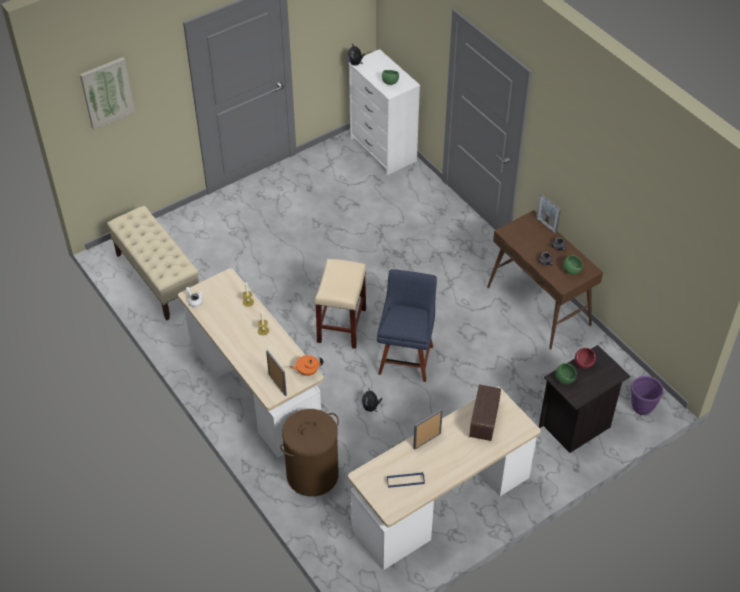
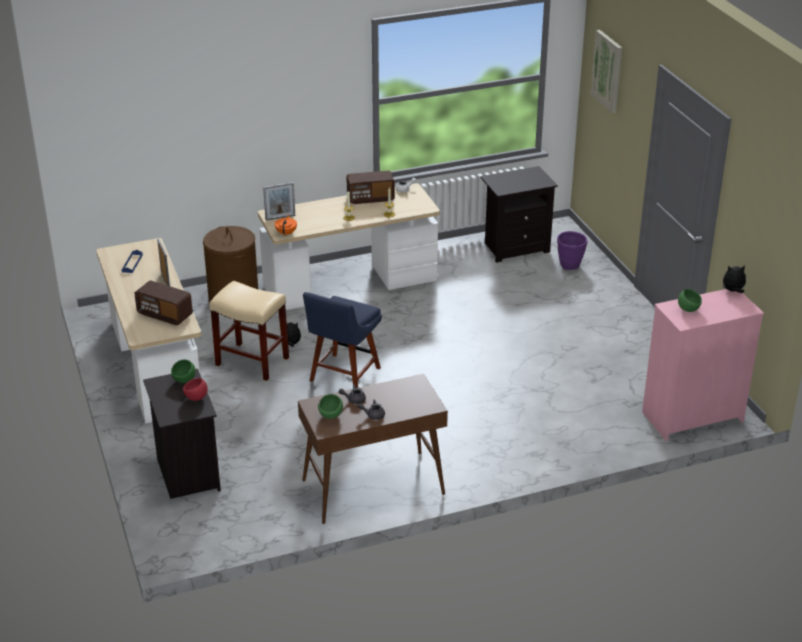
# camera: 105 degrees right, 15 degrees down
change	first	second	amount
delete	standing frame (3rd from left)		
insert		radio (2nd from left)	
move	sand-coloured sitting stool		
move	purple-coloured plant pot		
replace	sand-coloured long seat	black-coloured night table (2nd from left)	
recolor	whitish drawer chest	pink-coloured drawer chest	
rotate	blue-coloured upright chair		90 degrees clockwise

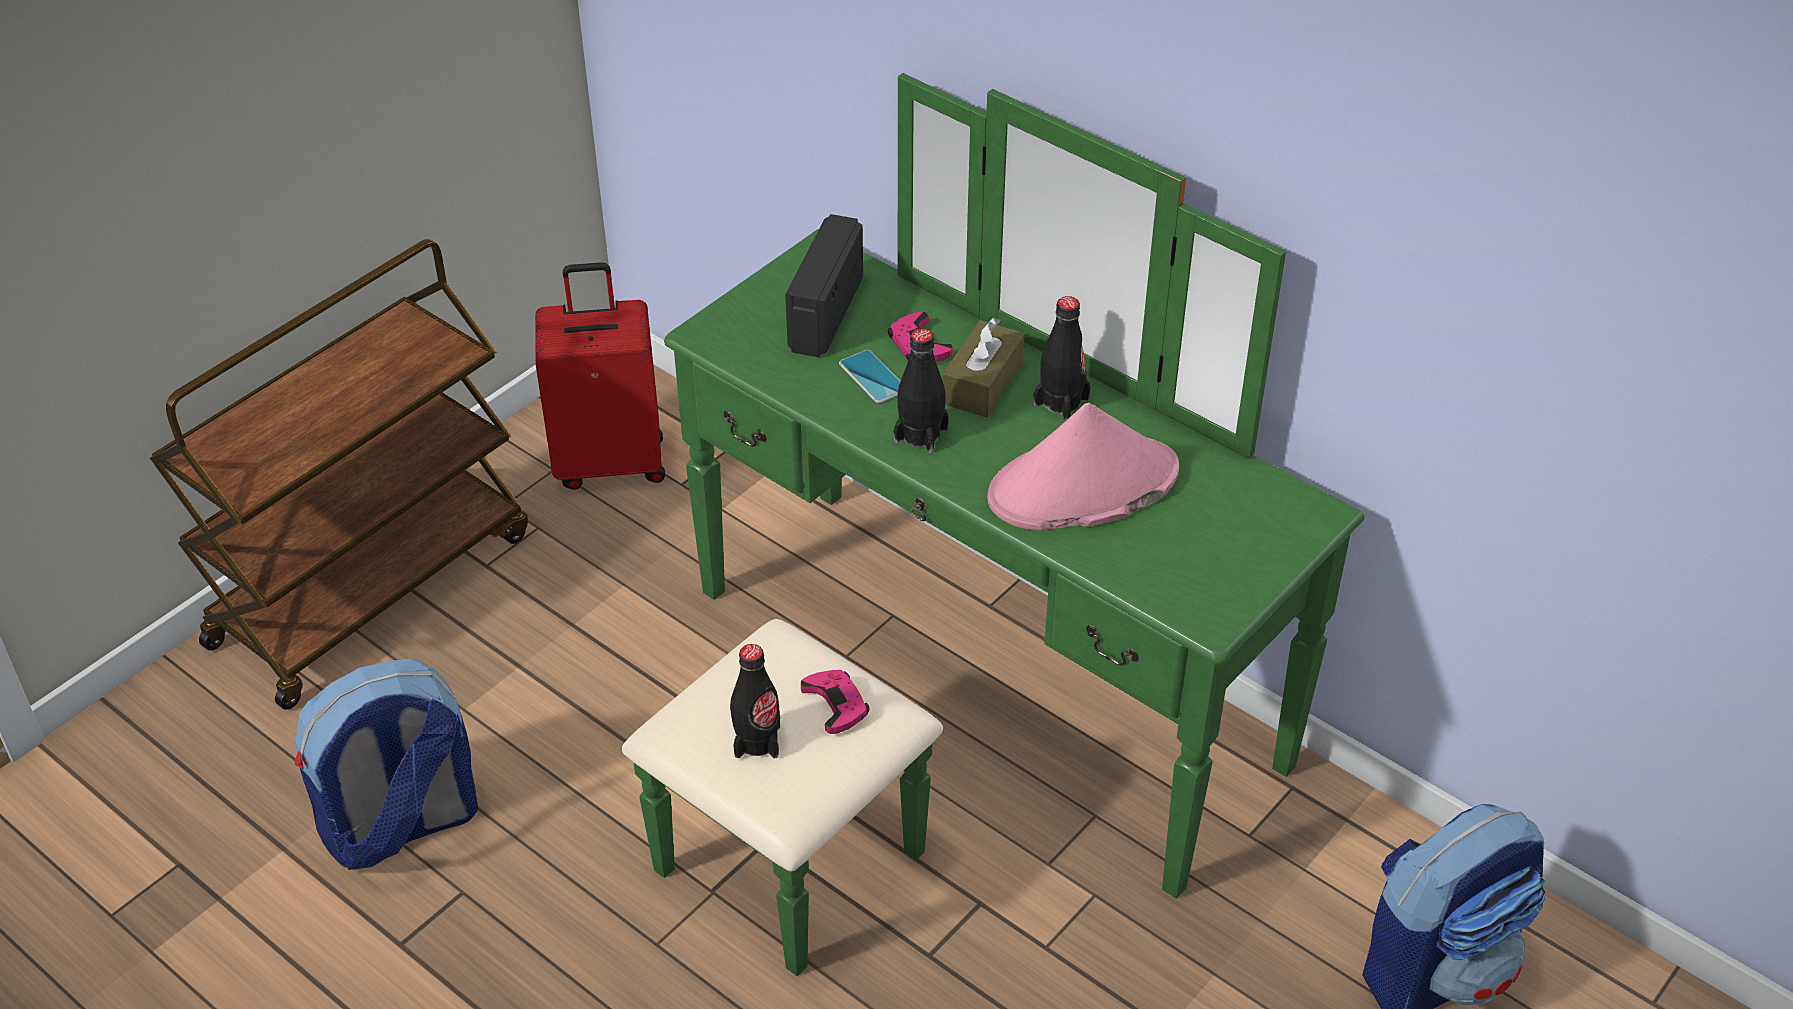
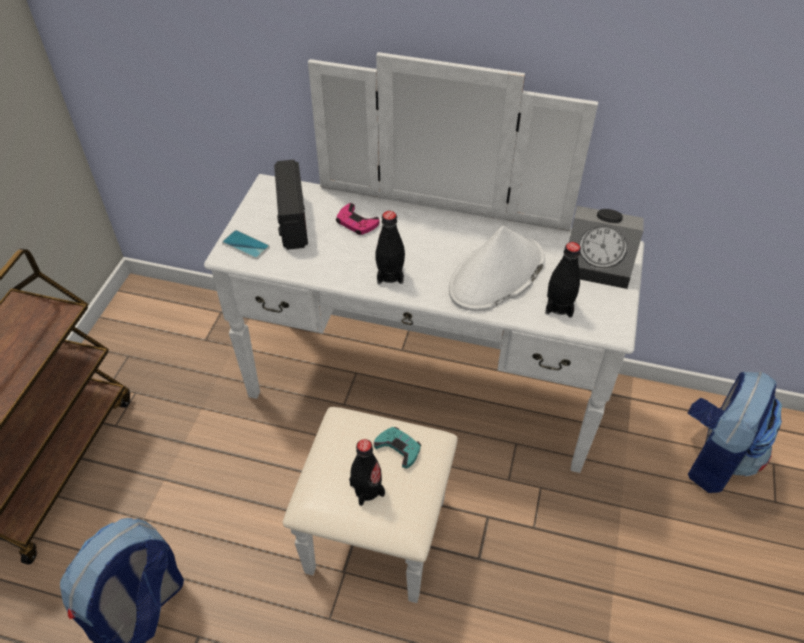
# camera: 25 degrees left, 5 degrees up
change	first	second	amount
delete	reddish piece of luggage		
delete	brown-coloured box of tissues		
insert		table clock	
move	handset		
move	black-coloured beverage bottle (3rd from left)		
recolor	green drawer chest	whitish drawer chest	
recolor	pink-coloured game controller (1st from left)	blue-green game controller	
recolor	pink-coloured clothing hat	whitish clothing hat	

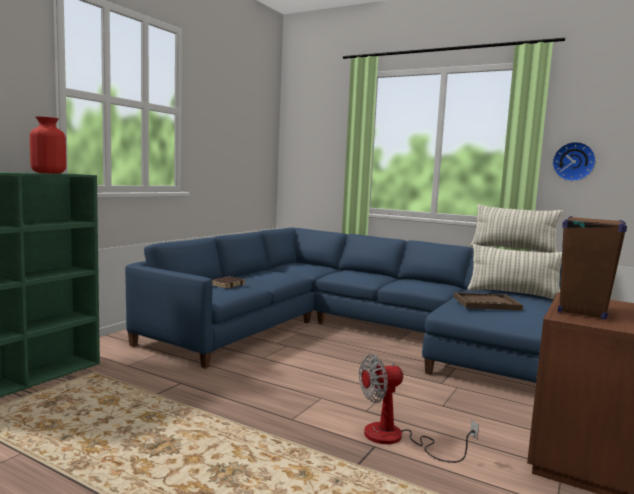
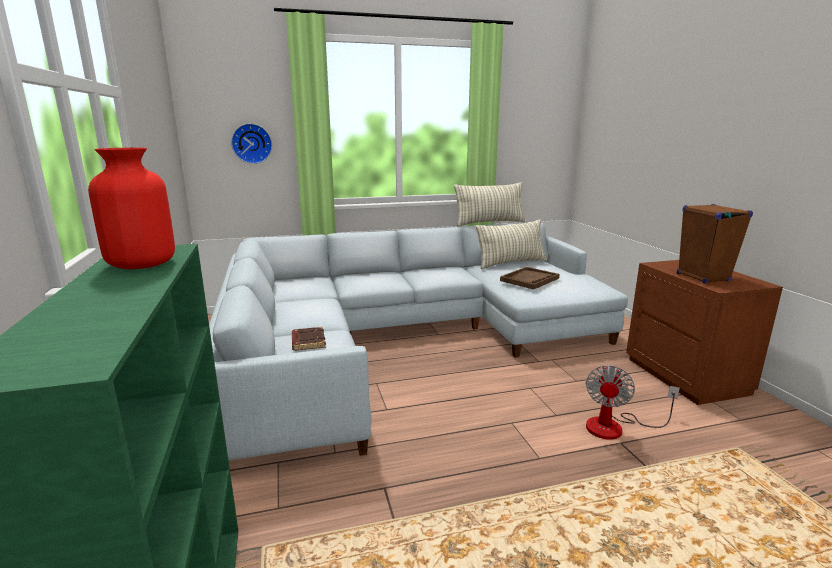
# camera: 45 degrees left, 10 degrees up
change	first	second	amount
move	wall clock		
recolor	blue-coloured sofa	greyish sofa	

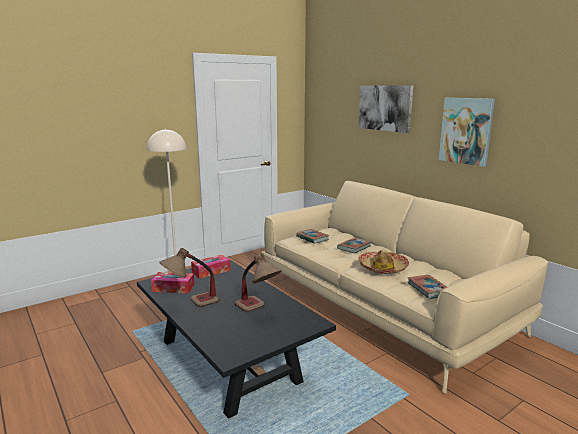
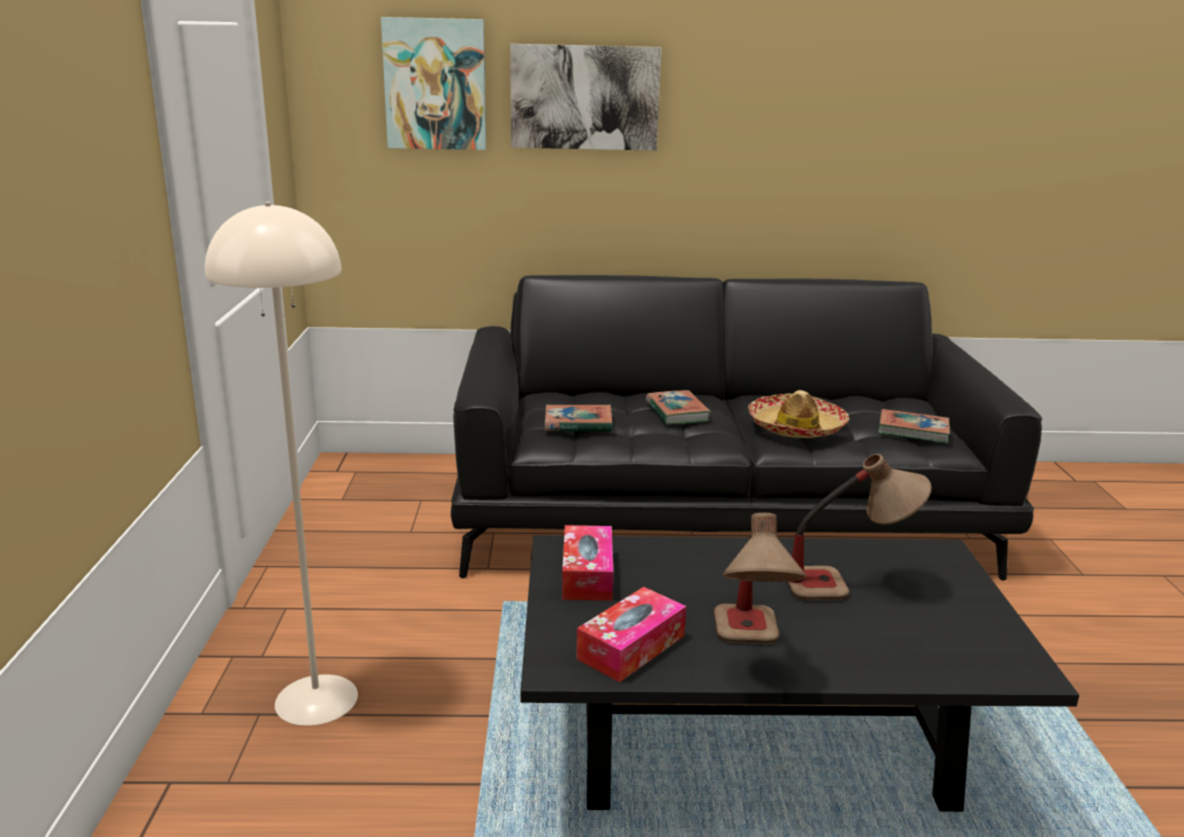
# camera: 55 degrees left, 5 degrees up
change	first	second	amount
move	wall picture (2nd from left in the first image)	wall picture (1st from left)	
recolor	sand-coloured sofa	black-coloured sofa	

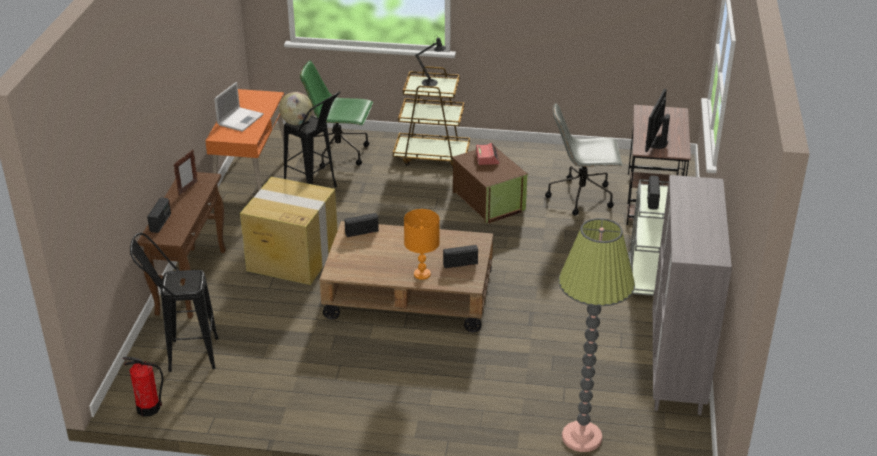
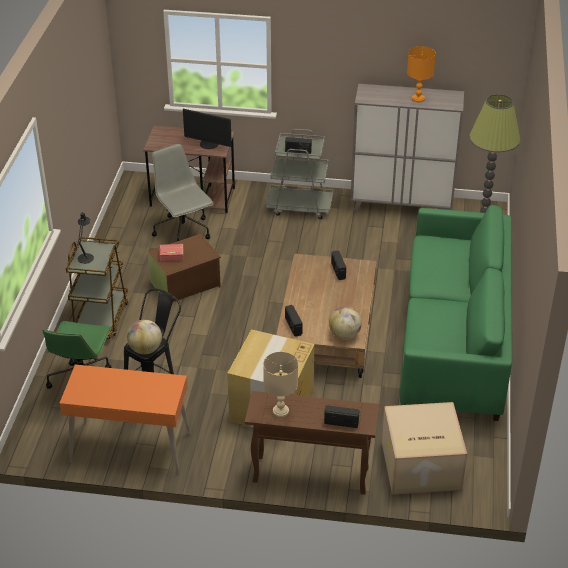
# camera: 90 degrees left, 5 degrees up
change	first	second	amount
delete	extinguisher		
delete	notebook computer		
insert		world globe (2nd from left)	
insert		green sofa	
move	orangey table lamp		
replace	black-coloured sitting stool (1st from left)	carton (2nd from left)	
replace	standing frame	sand-coloured table lamp	
rotate	greyish office chair		150 degrees clockwise

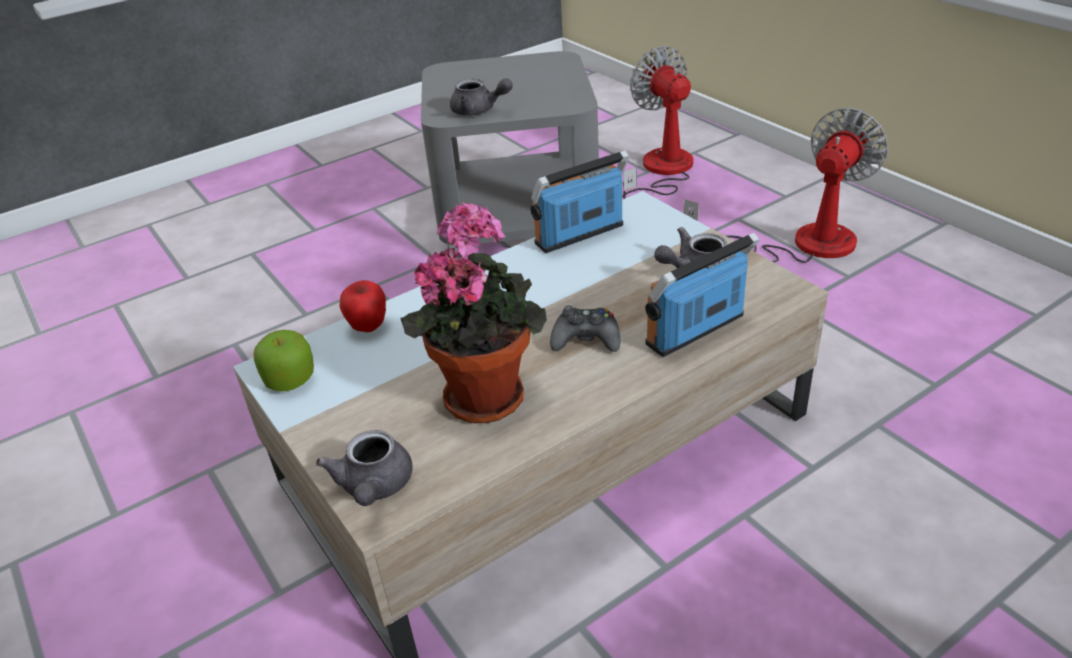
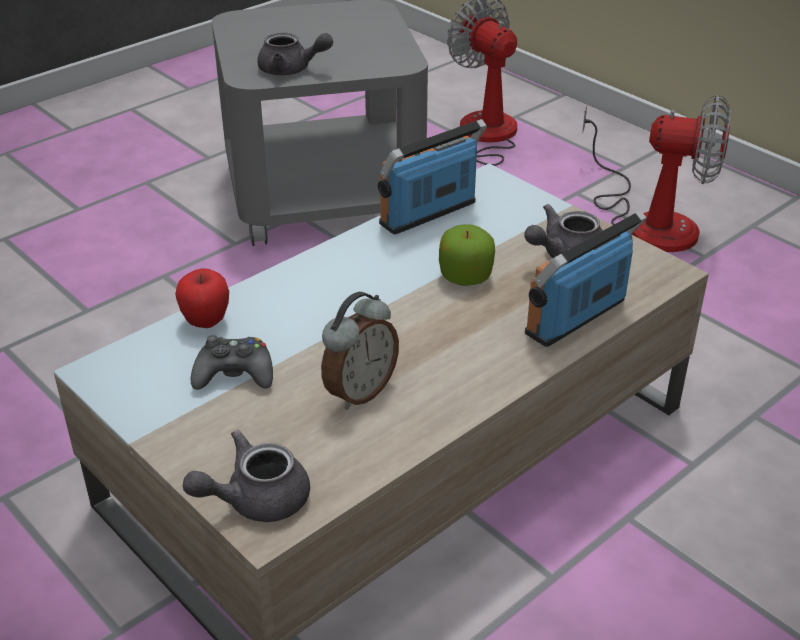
# camera: 10 degrees left, 0 degrees up
change	first	second	amount
move	apple (1st from left in the first image)	apple (2nd from left)	
move	black-coloured game controller		
replace	houseplant	table clock	
rotate	greyish pot for tea (1st from left)		75 degrees clockwise
rotate	cooling fan (2nd from left)		75 degrees clockwise

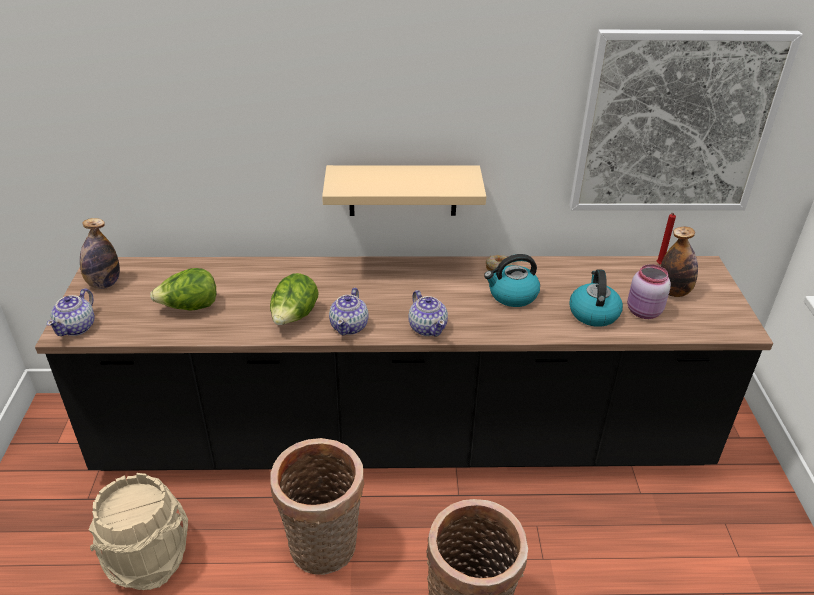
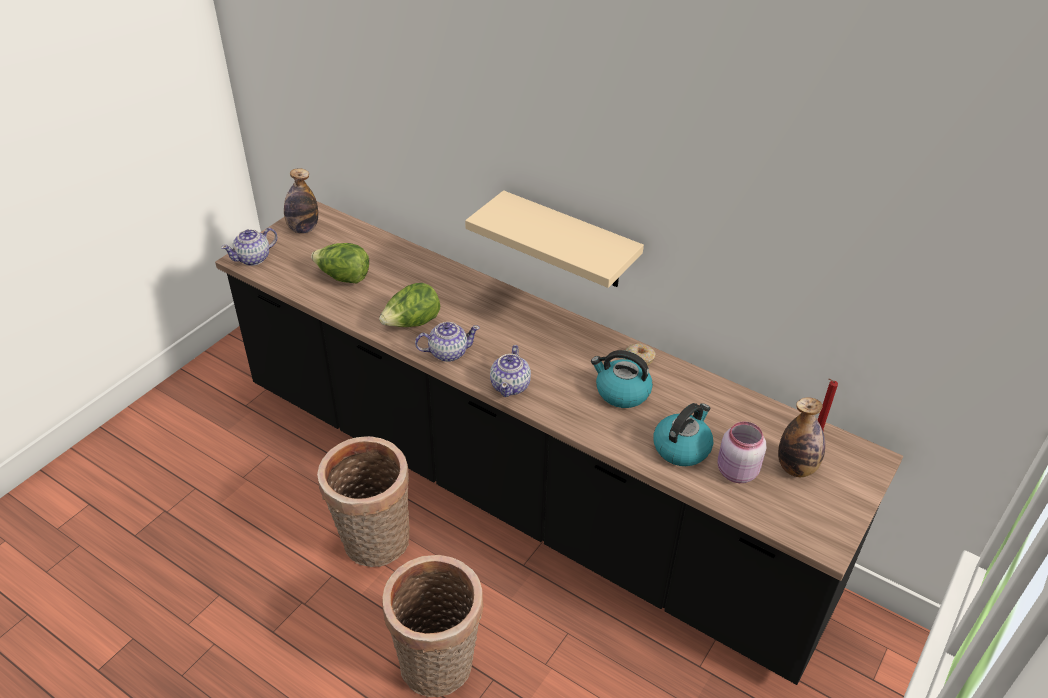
# camera: 35 degrees right, 5 degrees up
change	first	second	amount
delete	sand-coloured water bucket		
delete	wall picture		
rotate	pot for tea (2nd from left)		150 degrees counterclockwise

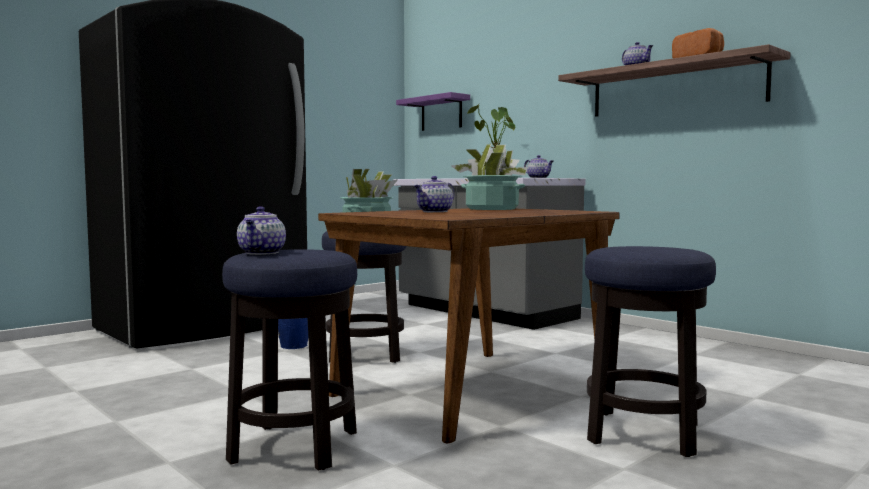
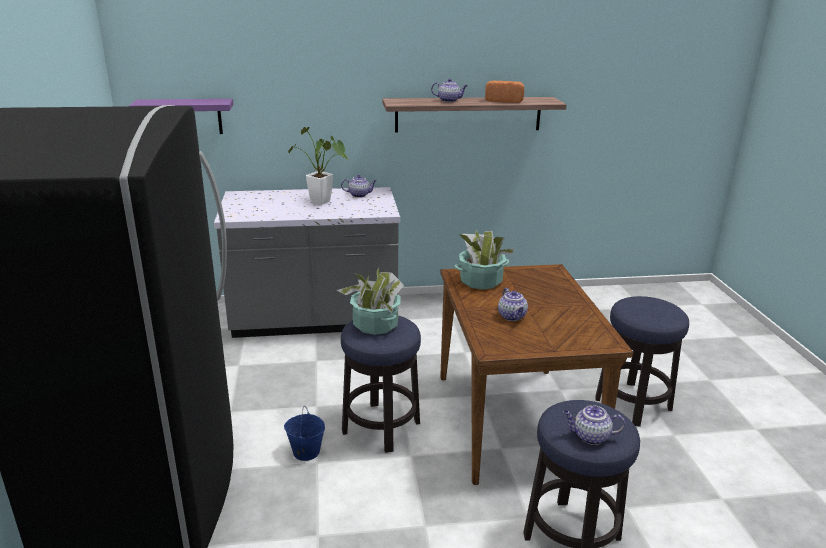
# camera: 55 degrees left, 20 degrees up
change	first	second	amount
rotate	pot for tea (1st from left in the first image)	pot for tea (4th from left)	150 degrees clockwise

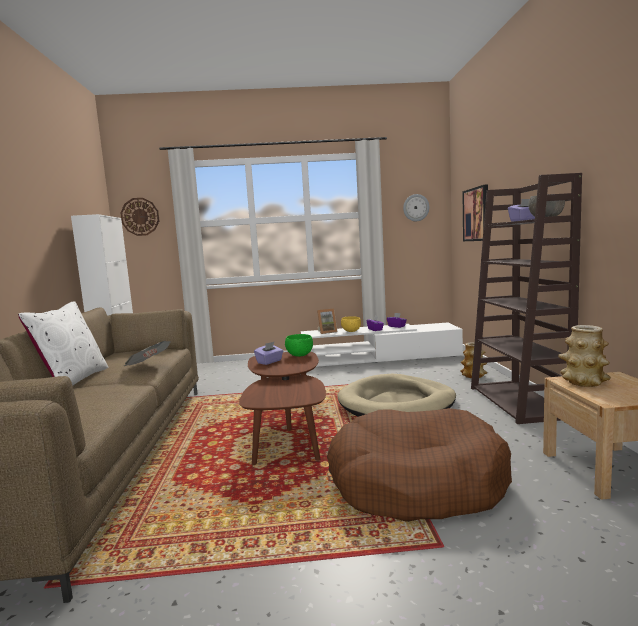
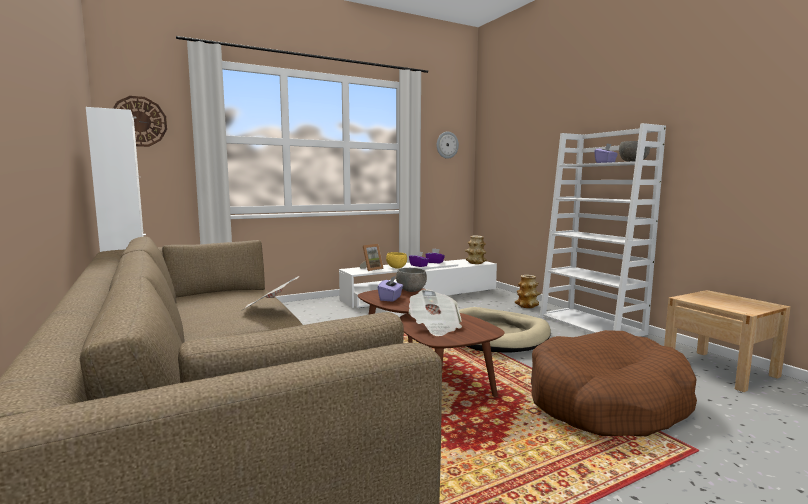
# camera: 25 degrees left, 0 degrees up
change	first	second	amount
delete	whitish cushion		
delete	wall picture		
insert		newspaper (2nd from left)	
move	vase (2nd from left in the first image)	vase (1st from left)	
recolor	green deep dish	greyish deep dish (1st from left)	
recolor	brown-coloured shelving unit	whitish shelving unit	

